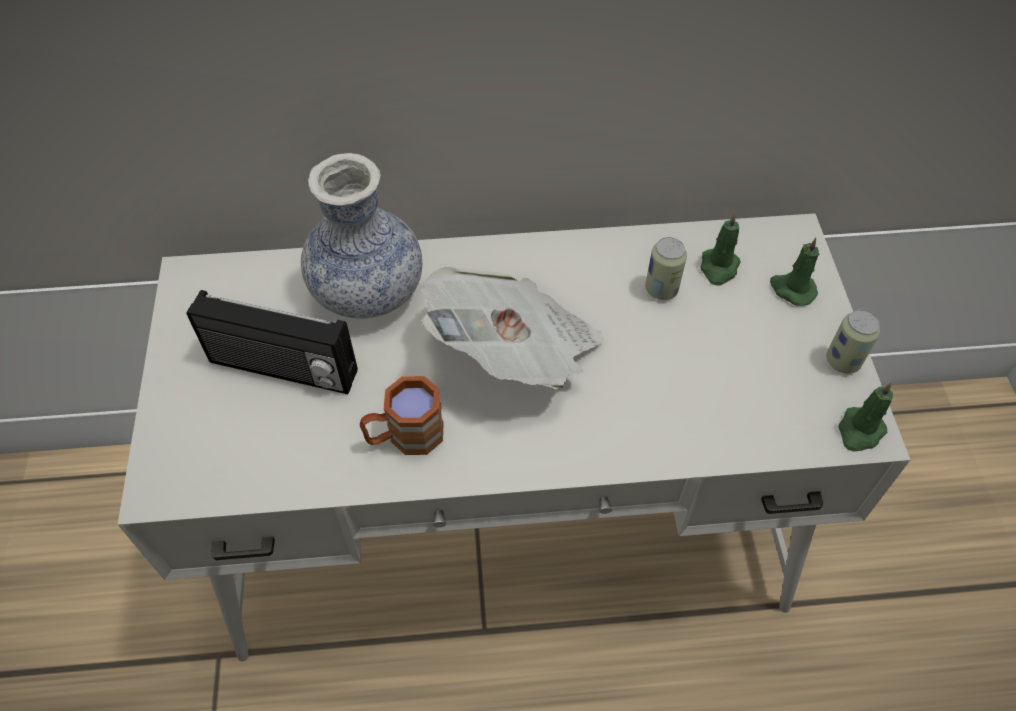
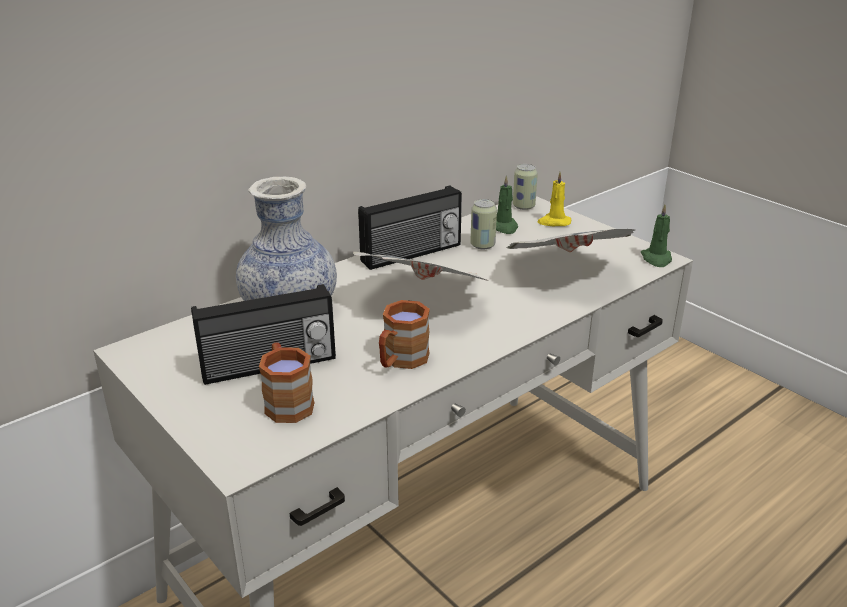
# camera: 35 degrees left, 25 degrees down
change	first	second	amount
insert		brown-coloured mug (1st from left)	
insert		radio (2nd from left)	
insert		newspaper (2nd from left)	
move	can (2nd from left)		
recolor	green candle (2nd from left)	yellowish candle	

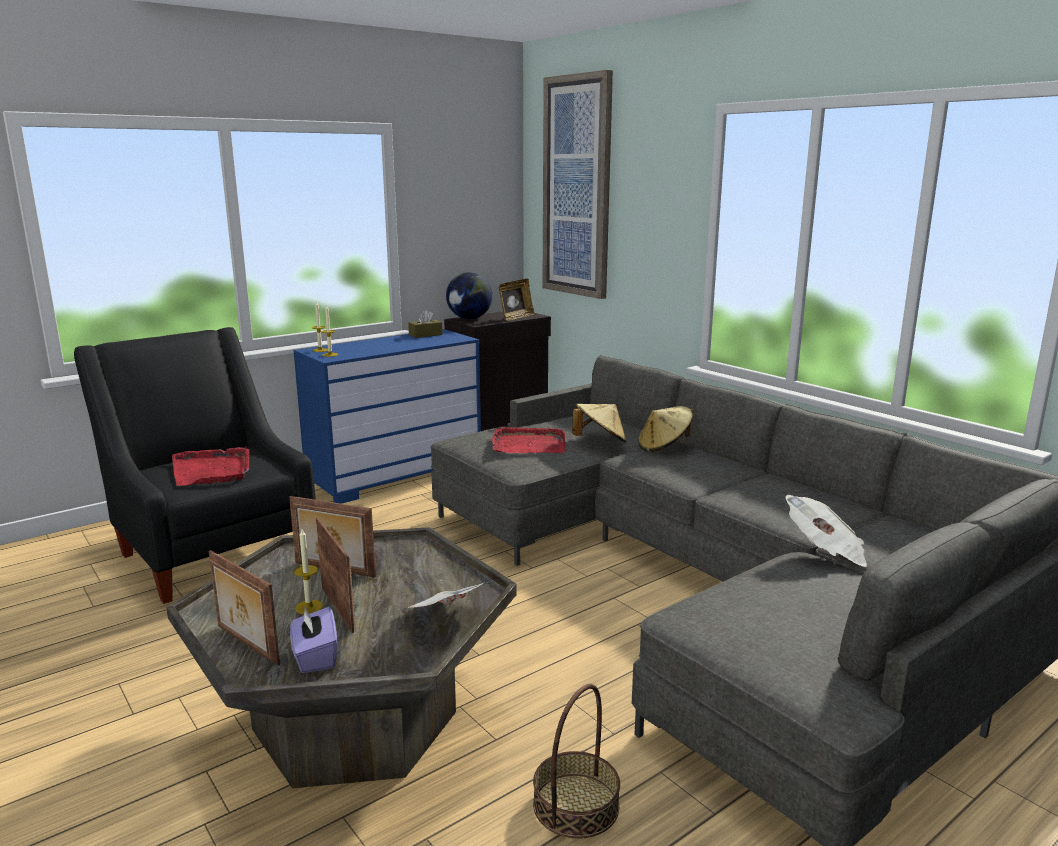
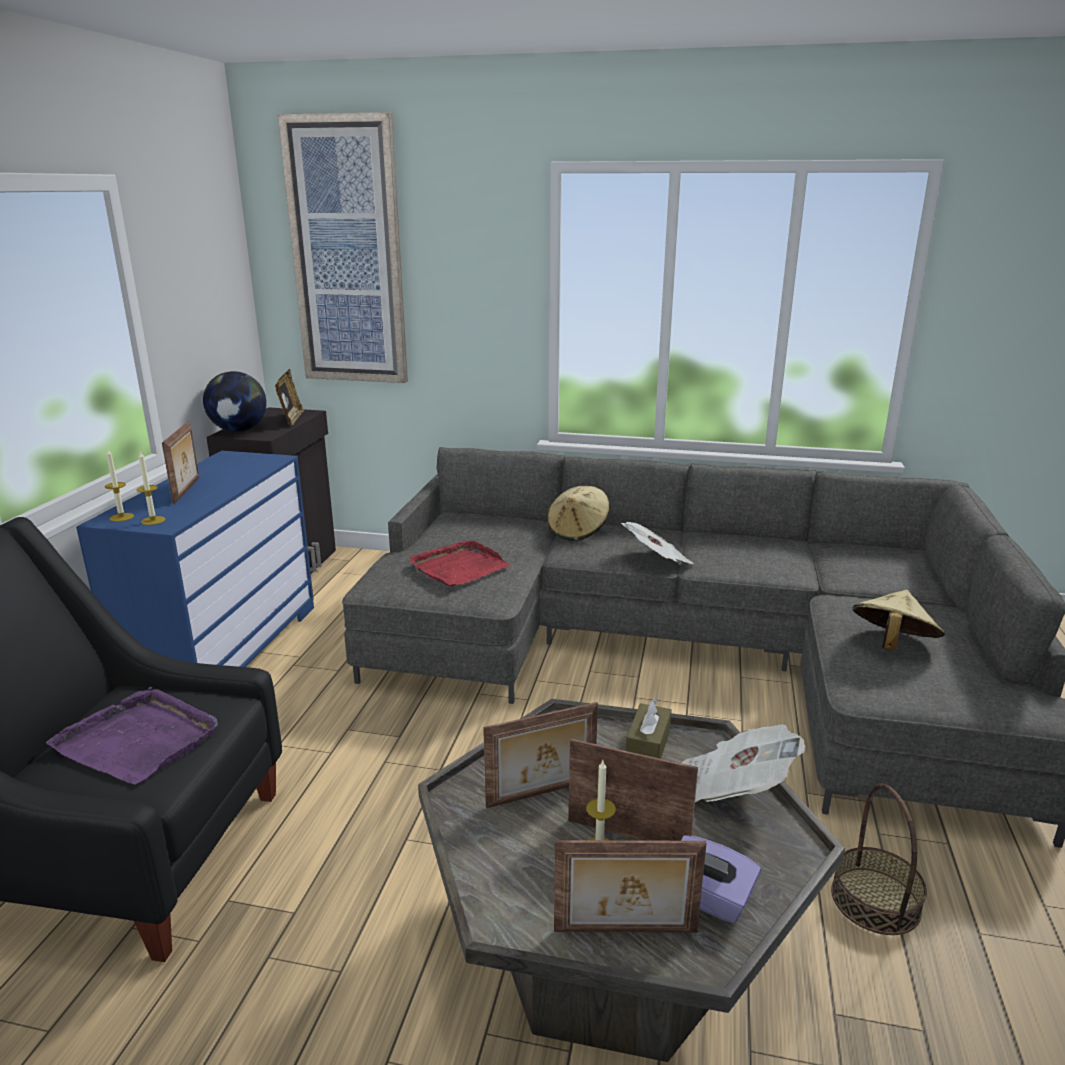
# camera: 40 degrees left, 5 degrees up
change	first	second	amount
insert		standing frame (1st from left)	
move	brown-coloured box of tissues		
move	sand-coloured clothing hat (1st from left in the first image)	sand-coloured clothing hat (2nd from left)	
move	newspaper (2nd from left in the first image)	newspaper (1st from left)	
recolor	reddish serving tray (1st from left)	purple-coloured serving tray	

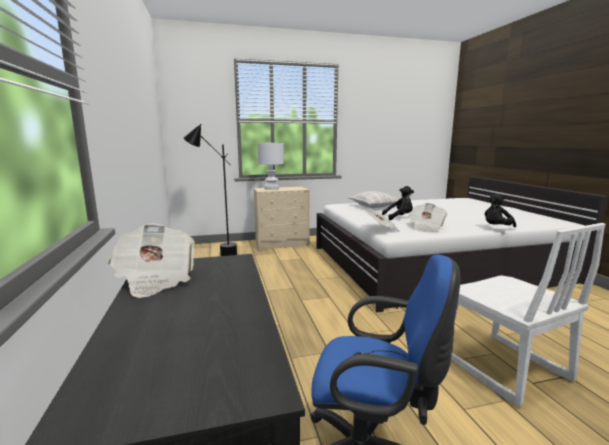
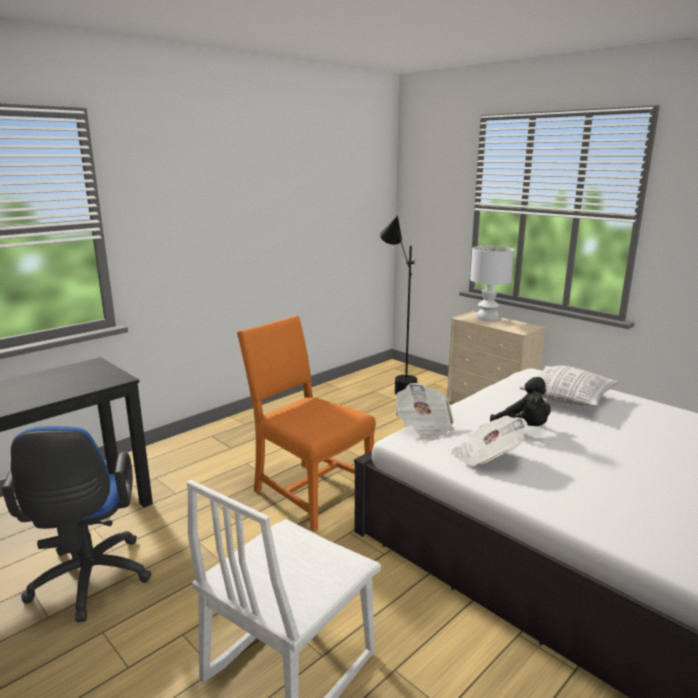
# camera: 60 degrees right, 5 degrees up
change	first	second	amount
delete	newspaper (1st from left)		
delete	black-coloured plush toy (2nd from left)		
insert		orangey upright chair	

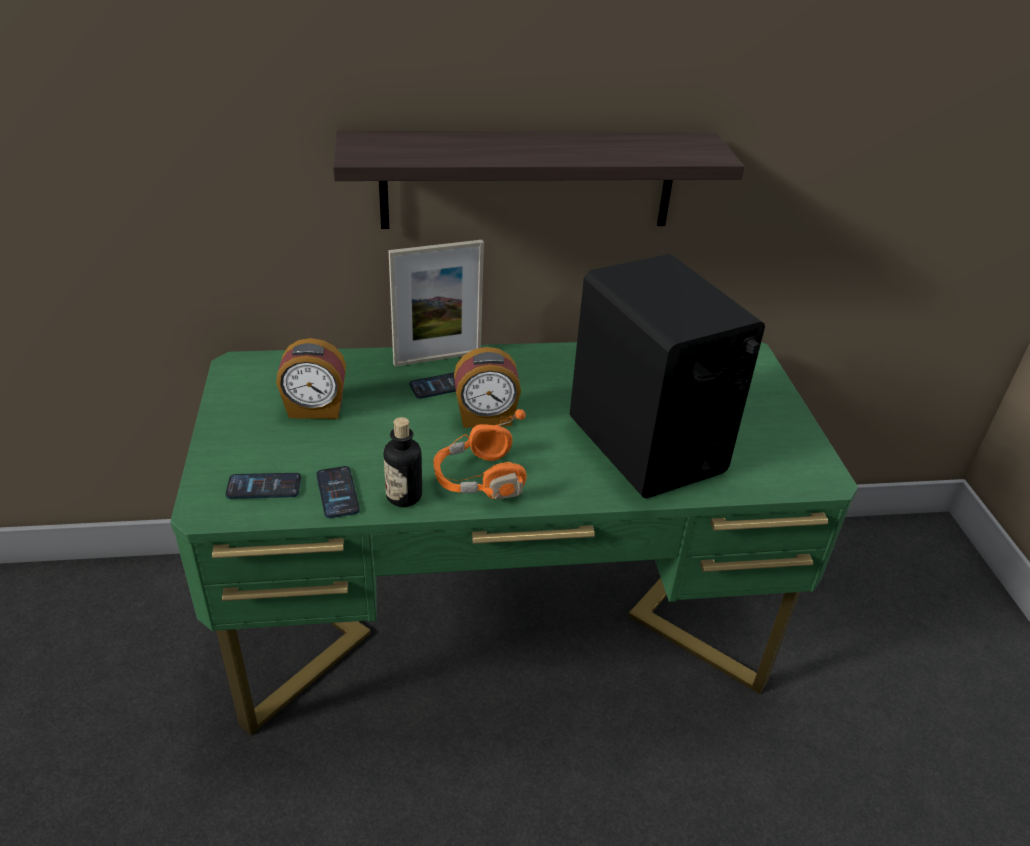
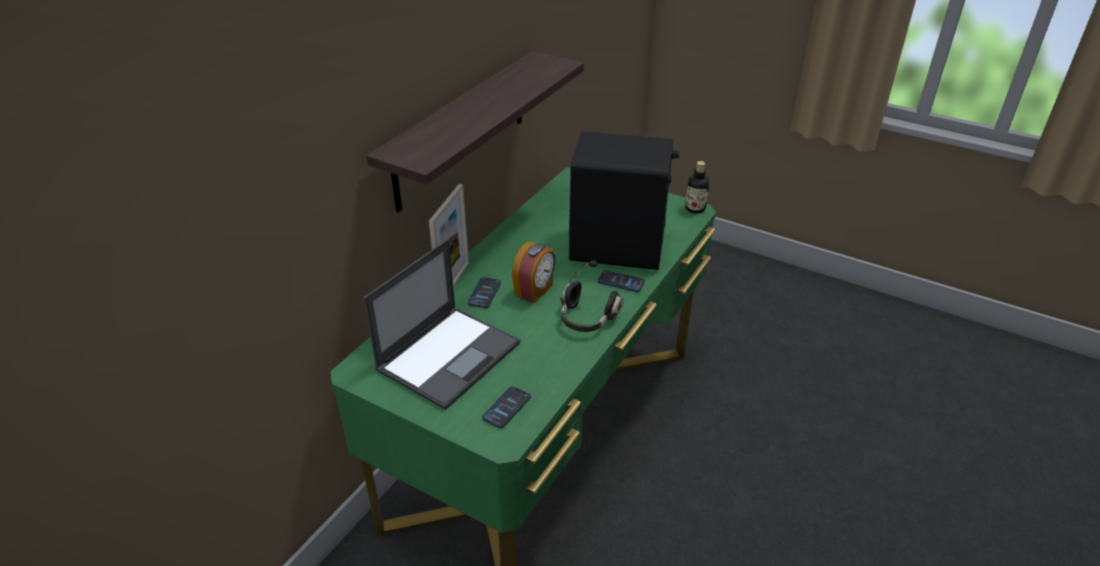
# camera: 50 degrees left, 0 degrees up
change	first	second	amount
move	handset (2nd from left in the first image)	handset (3rd from left)	
move	beverage bottle		
replace	table clock (1st from left)	notebook computer	
recolor	orangey headset	black-coloured headset	

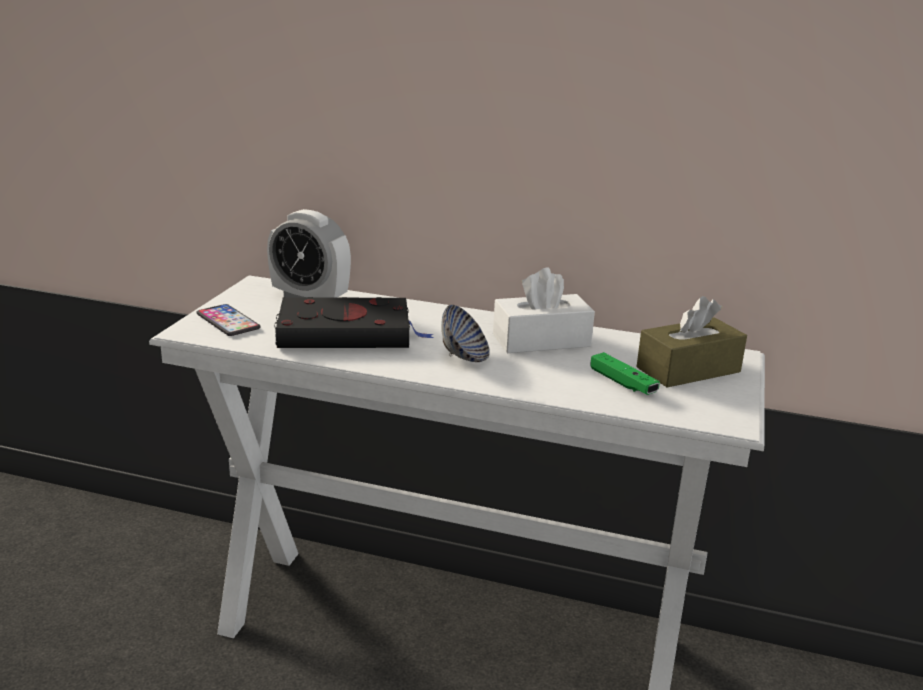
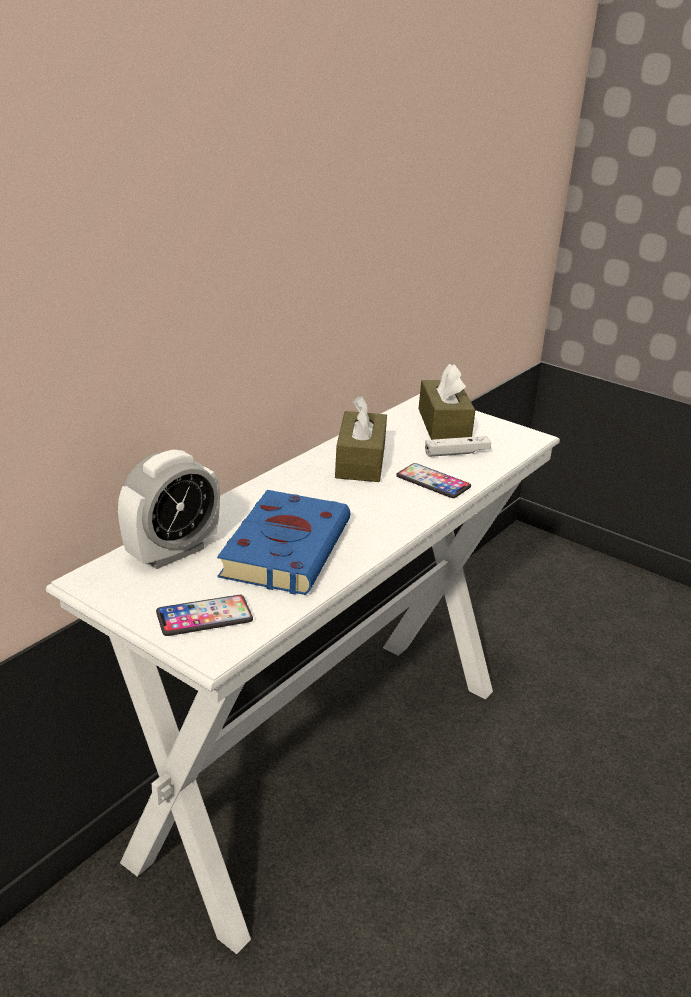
# camera: 70 degrees left, 5 degrees up
change	first	second	amount
delete	deep dish		
insert		handset (2nd from left)	
recolor	black-coloured volume	blue-coloured volume	
recolor	whitish box of tissues	brown-coloured box of tissues (1st from left)	
recolor	green game controller	whitish game controller	

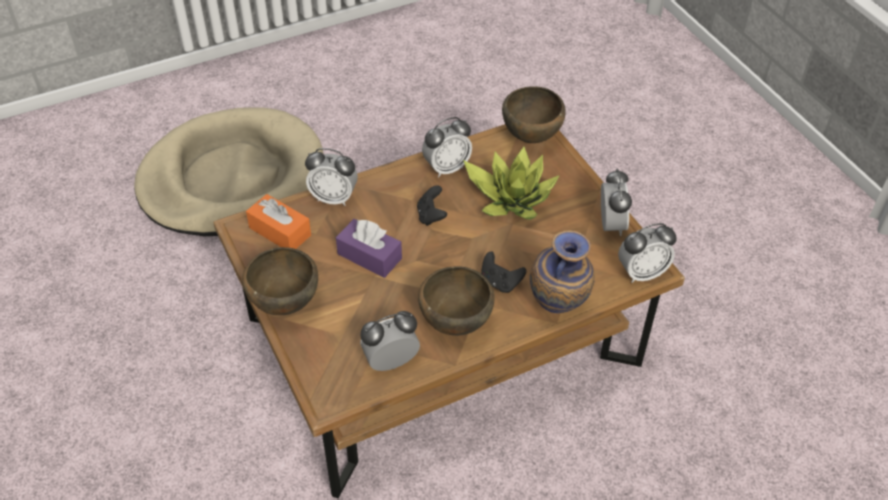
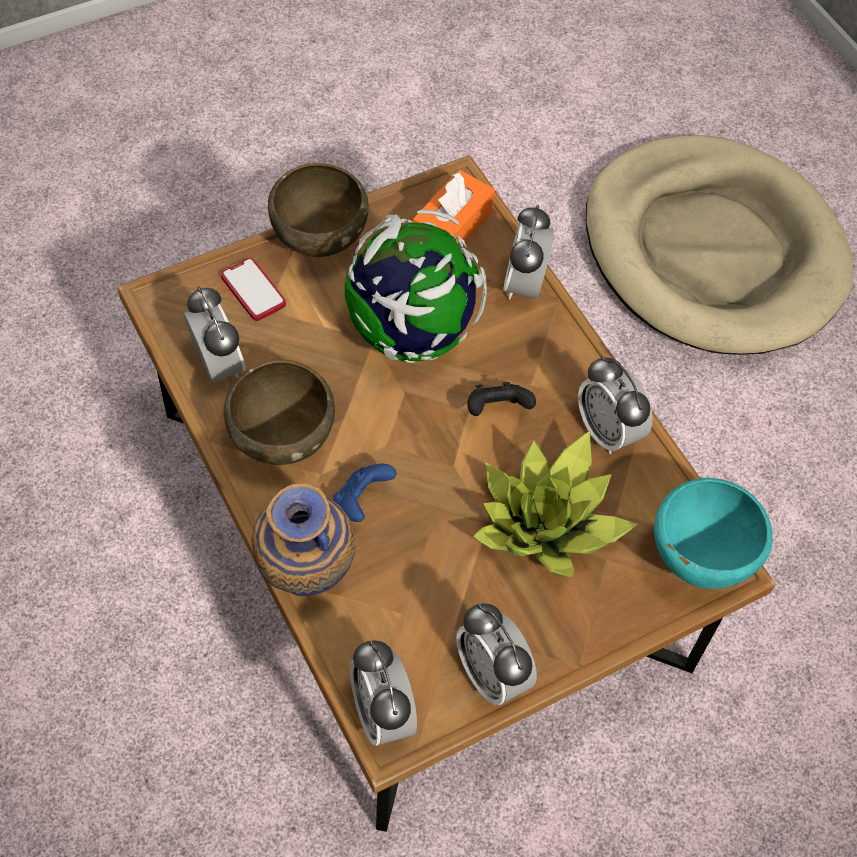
# camera: 85 degrees right, 10 degrees up
change	first	second	amount
insert		handset	
replace	purple-coloured box of tissues	world globe	
recolor	black-coloured game controller (2nd from left)	blue-coloured game controller	
recolor	brown-coloured deep dish (3rd from left)	blue-green deep dish	
rotate	table clock (4th from left in the first image)	table clock (3rd from left)	60 degrees clockwise

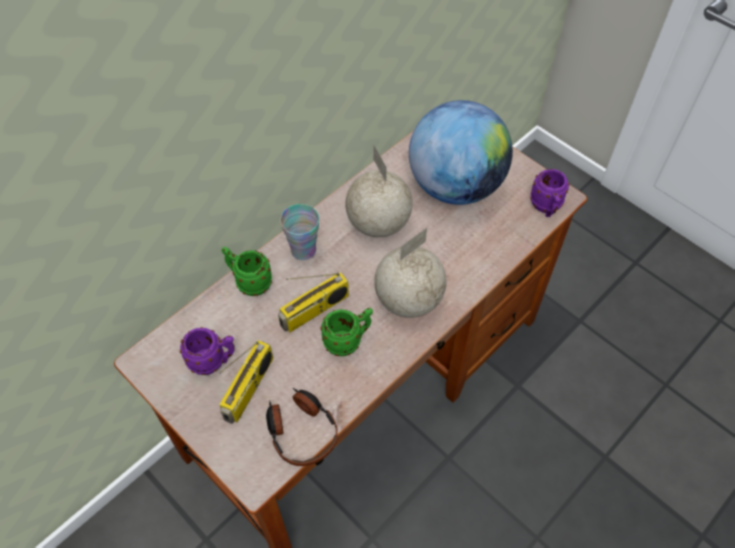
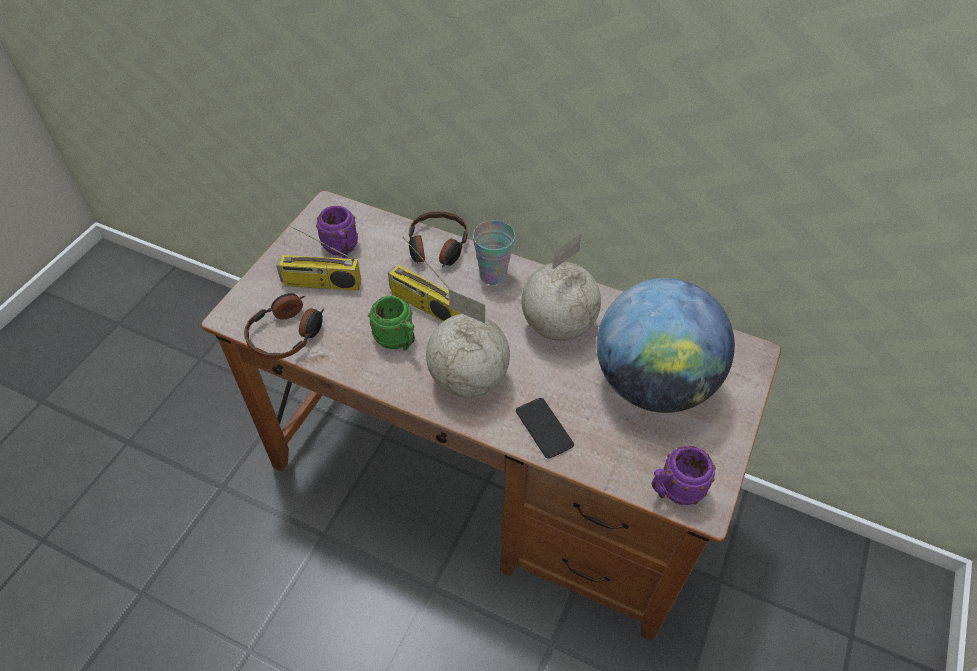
# camera: 70 degrees right, 5 degrees down
change	first	second	amount
insert		handset	
replace	green mug (1st from left)	headset (2nd from left)	

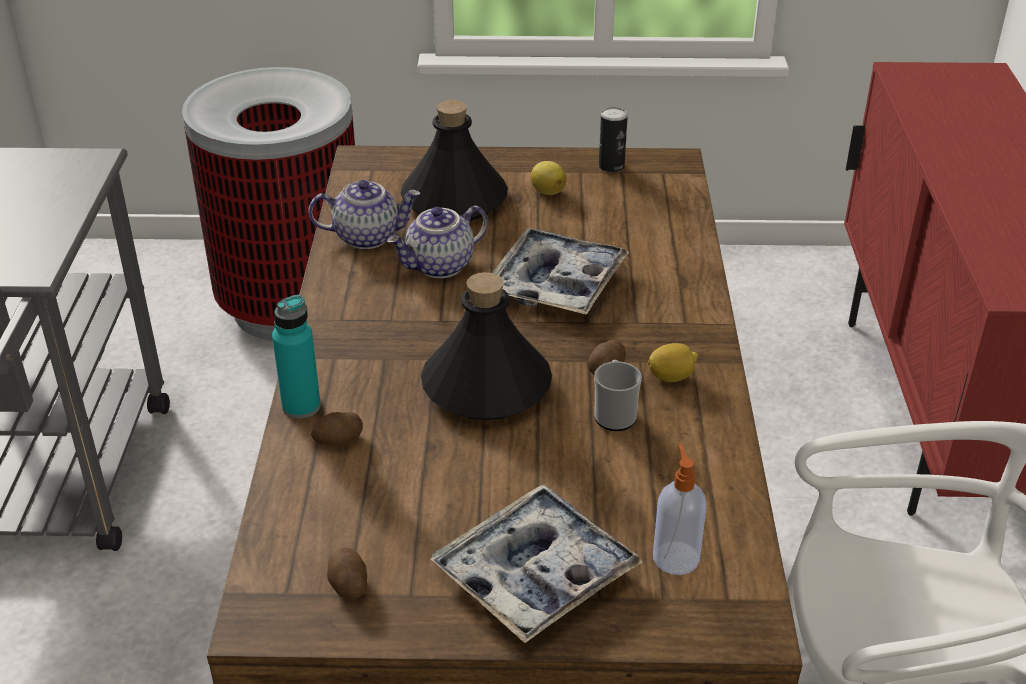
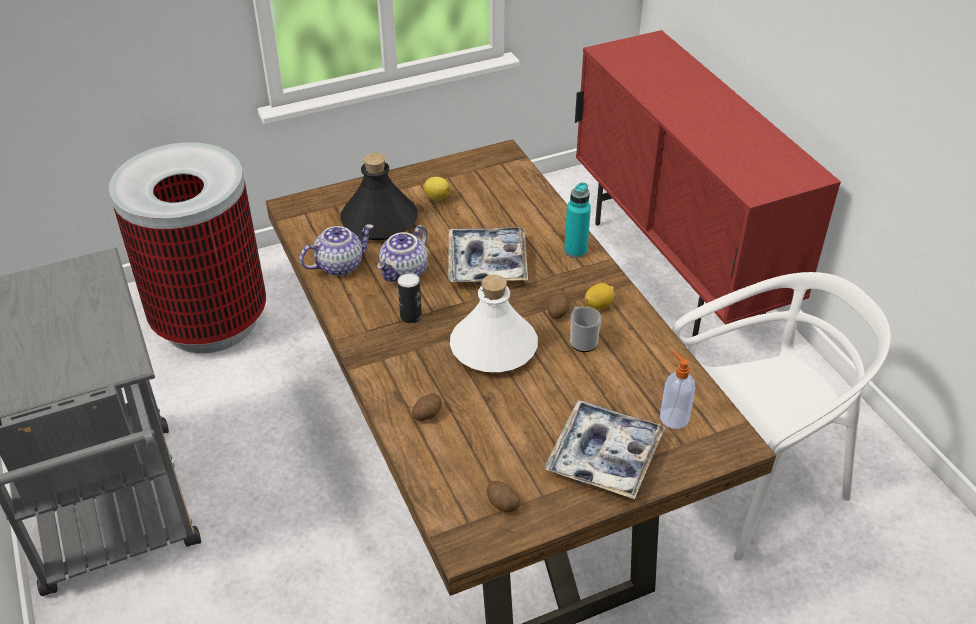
# camera: 25 degrees left, 5 degrees up
change	first	second	amount
move	blue-green beverage bottle		
move	can		
recolor	black-coloured beverage bottle (2nd from left)	whitish beverage bottle	

